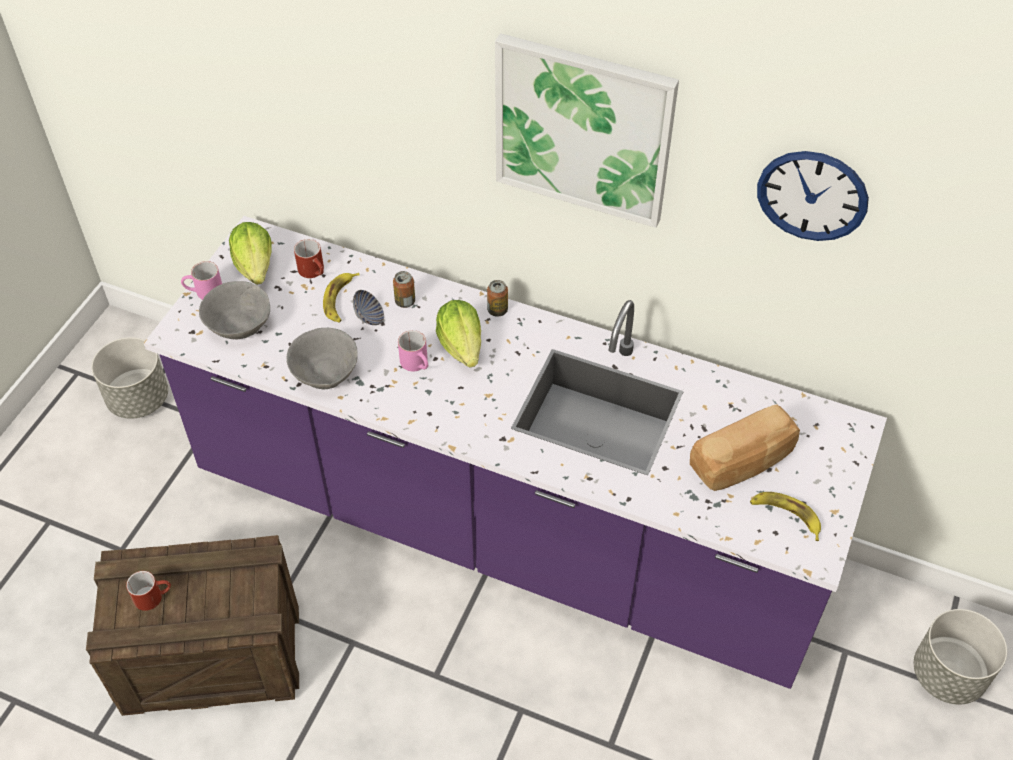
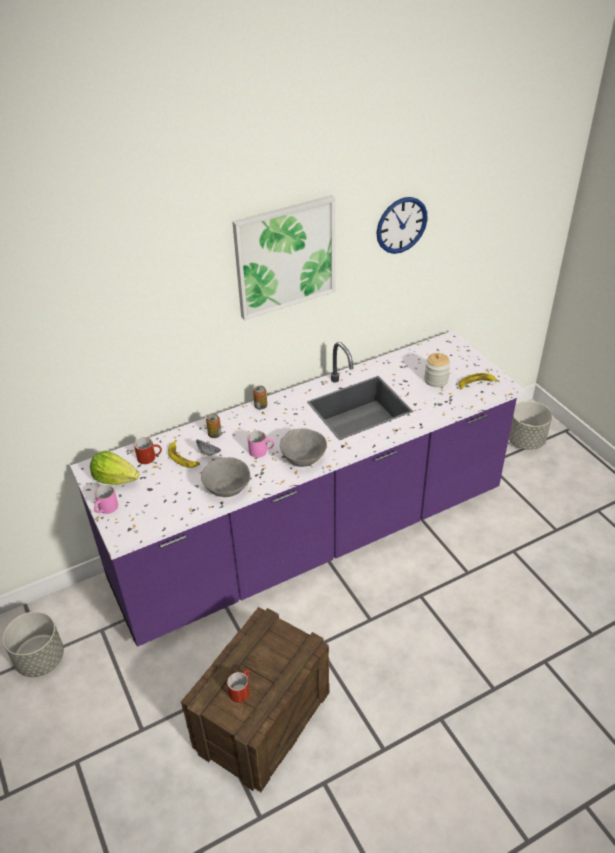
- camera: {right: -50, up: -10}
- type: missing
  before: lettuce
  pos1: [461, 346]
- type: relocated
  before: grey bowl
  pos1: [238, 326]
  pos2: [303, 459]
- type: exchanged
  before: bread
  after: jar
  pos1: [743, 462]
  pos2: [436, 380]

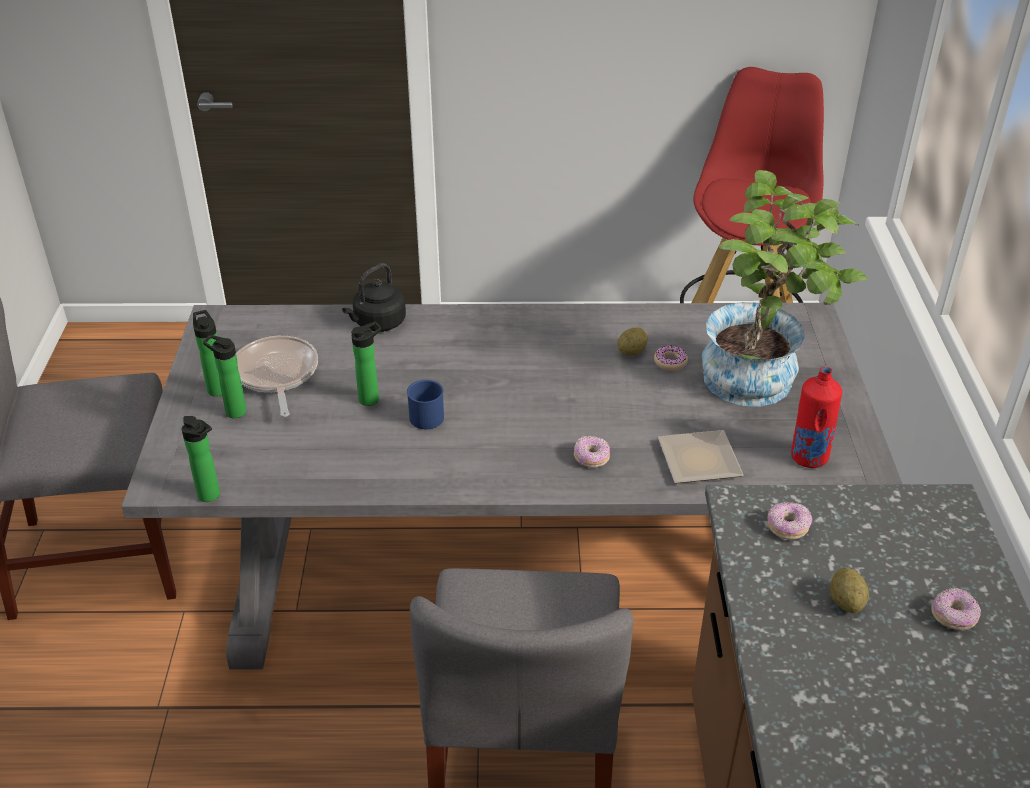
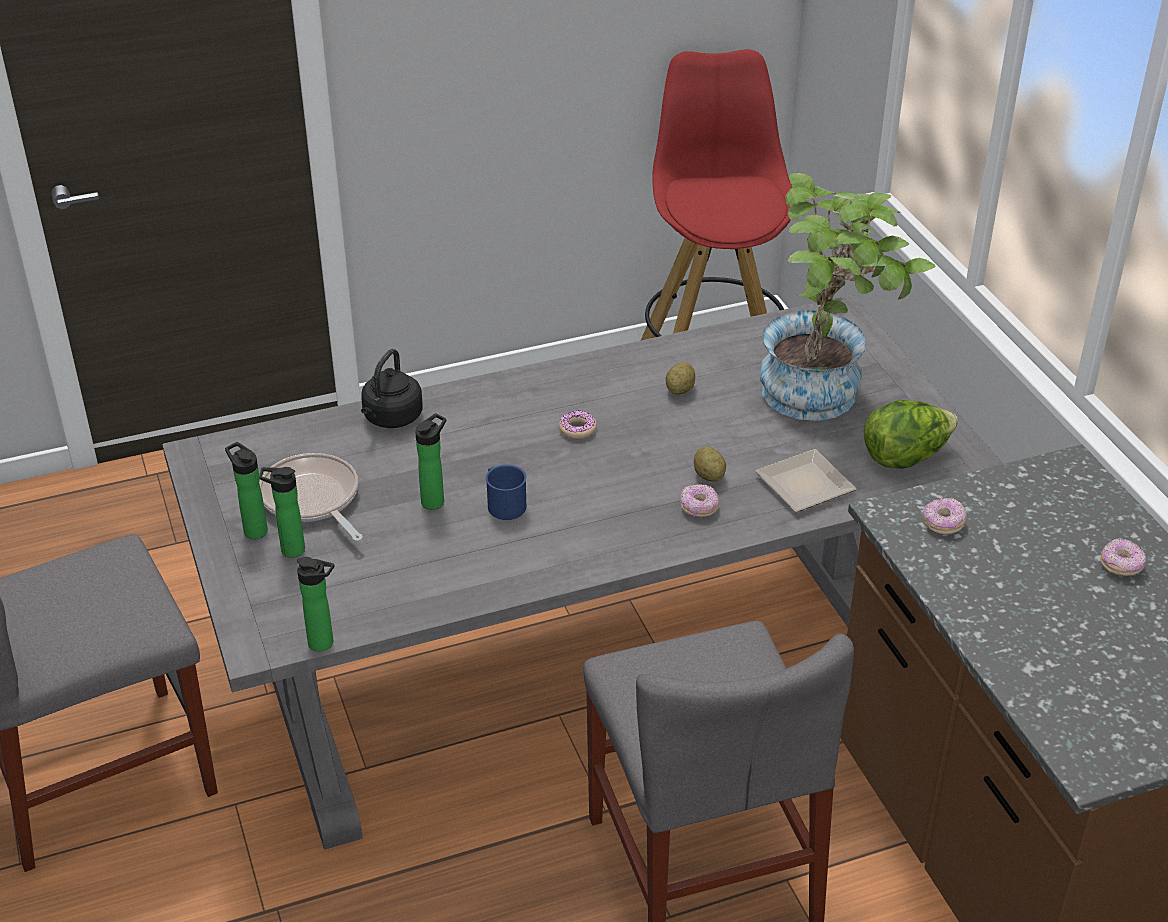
- camera: {right: -20, up: 0}
- type: relocated
  before: donut
  pos1: [670, 362]
  pos2: [577, 429]
- type: relocated
  before: potato
  pos1: [846, 602]
  pos2: [709, 476]
- type: exchanged
  before: red bottle
  after: lettuce
  pos1: [808, 457]
  pos2: [905, 457]

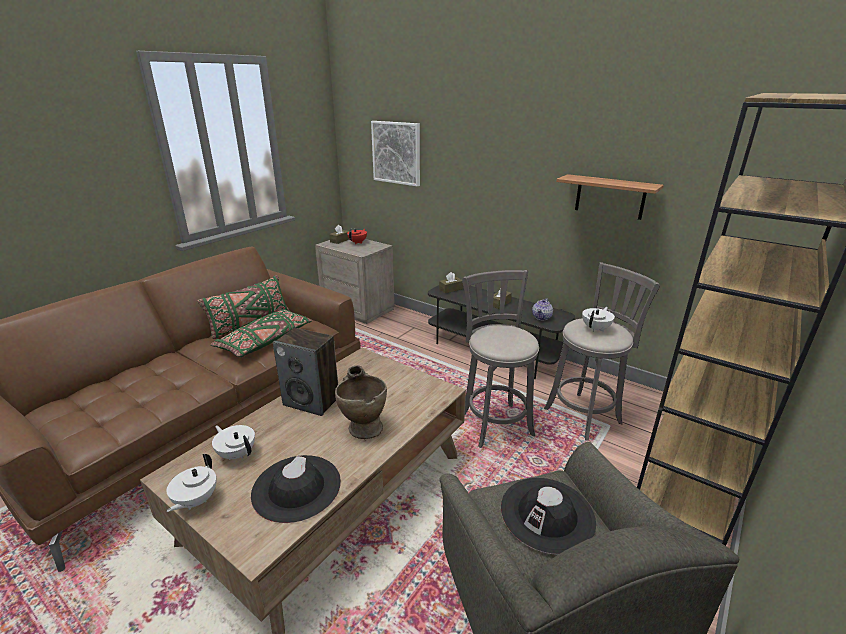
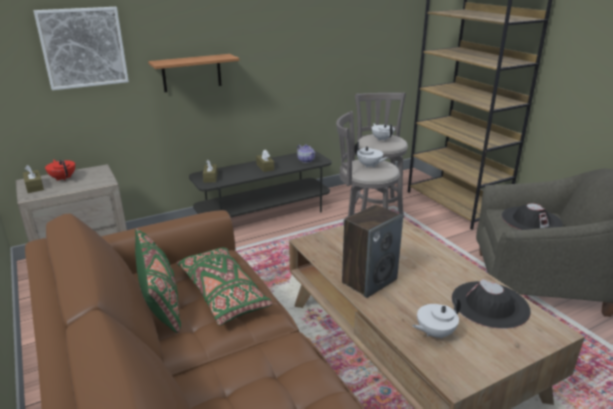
- camera: {right: -65, up: 0}
- type: missing
  before: beige vase
  pos1: [362, 425]
- type: relocated
  before: white teapot
  pos1: [195, 501]
  pos2: [369, 166]
- type: relocated
  before: shelf
  pos1: [610, 197]
  pos2: [191, 73]

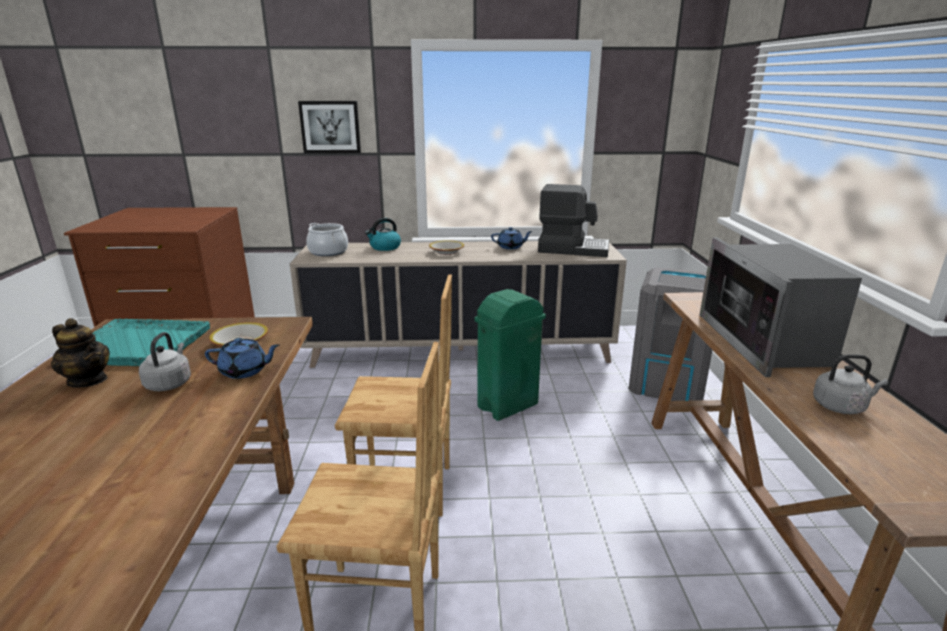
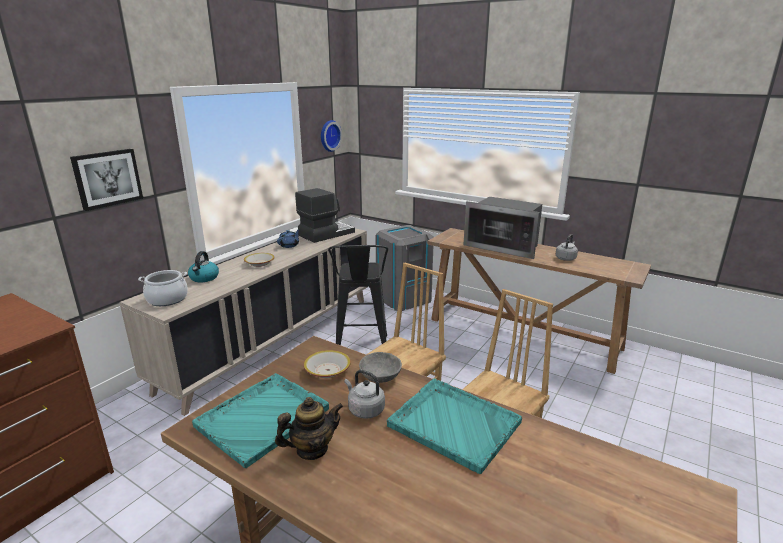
- camera: {right: -55, up: 0}
- type: appeared
  after: wall clock
  pos2: [329, 135]
- type: appeared
  after: turquoise tray
  pos2: [453, 423]
- type: exchanged
  before: blue teapot
  after: grey bowl
  pos1: [245, 371]
  pos2: [380, 376]
- type: exchanged
  before: green trash can
  after: black stool
  pos1: [507, 406]
  pos2: [361, 352]

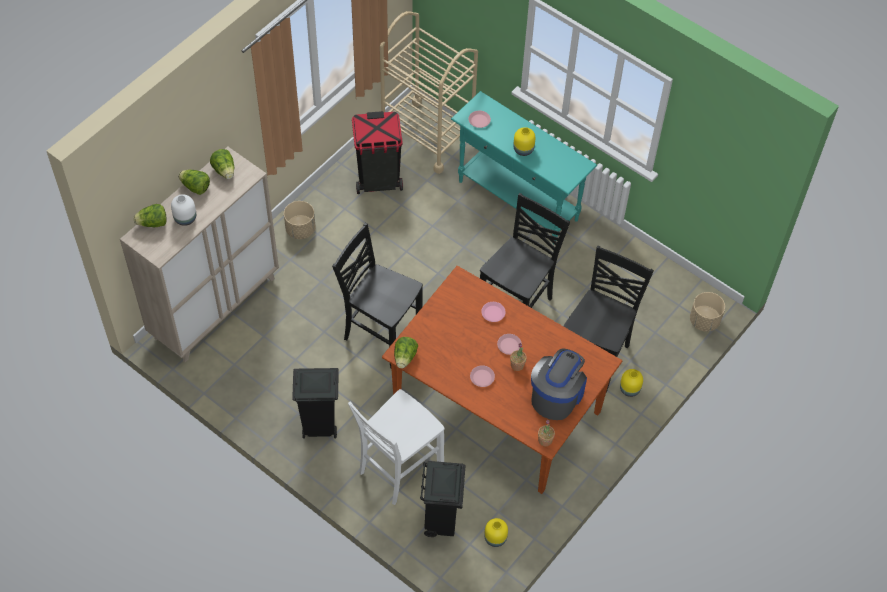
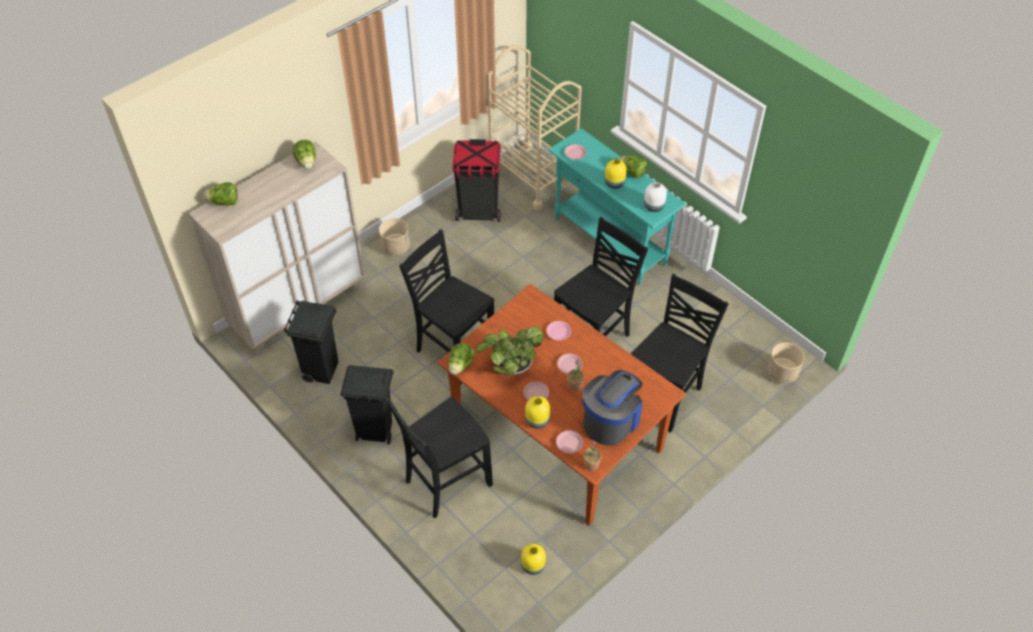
- camera: {right: 10, up: -5}
- type: appeared
  after: potted plant
  pos2: [511, 367]
- type: appeared
  after: pink plate
  pos2: [569, 443]
- type: relocated
  before: white vase
  pos1: [186, 218]
  pos2: [654, 206]
- type: relocated
  before: lettuce
  pos1: [195, 187]
  pos2: [632, 173]
- type: relocated
  before: black trash can
  pos1: [441, 521]
  pos2: [322, 370]
- type: relocated
  before: yellow vase
  pos1: [629, 389]
  pos2: [536, 420]
- type: colour
  before: white chair
  after: black chair
  pos1: [398, 469]
  pos2: [446, 482]

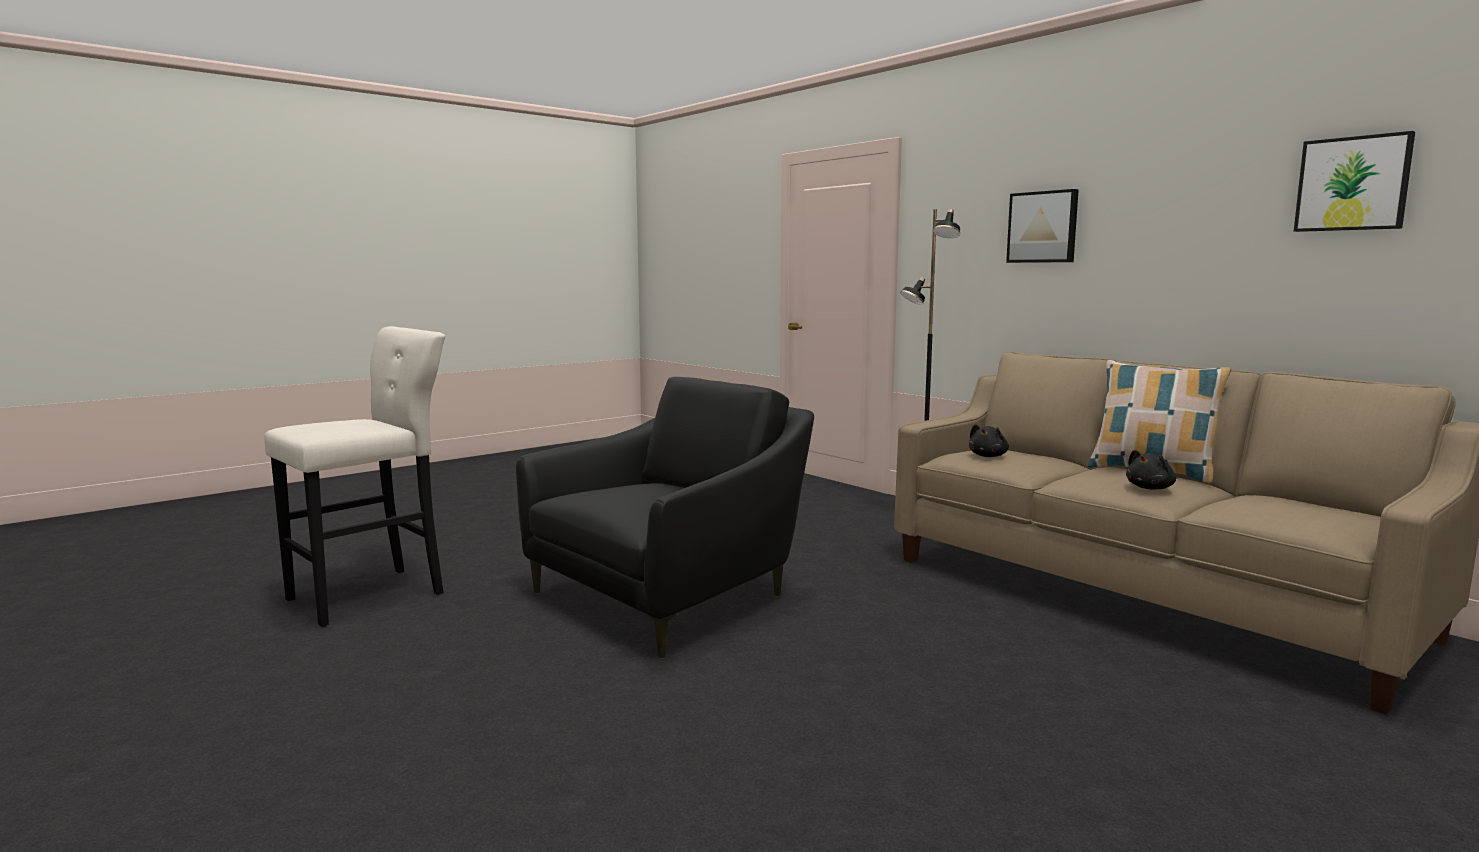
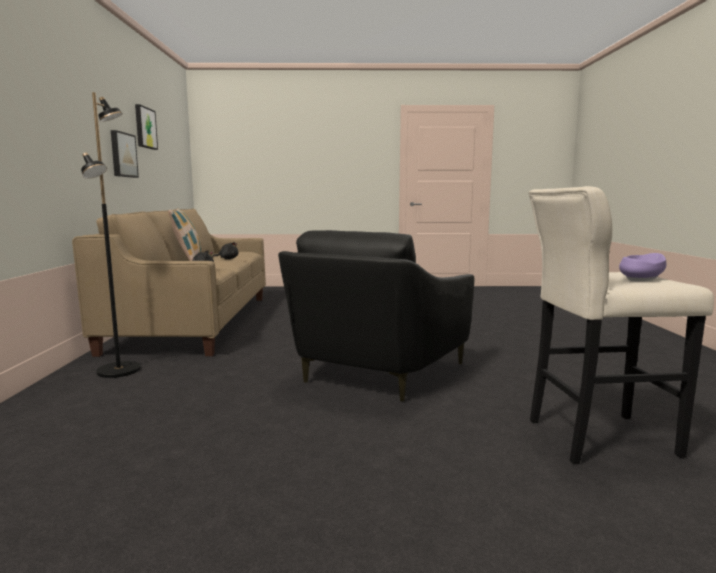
- camera: {right: -140, up: 0}
- type: appeared
  after: purple bowl
  pos2: [641, 278]
- type: relocated
  before: picture
  pos1: [1043, 227]
  pos2: [122, 155]
- type: spun
  before: black armchair
  pos1: [673, 596]
  pos2: [375, 373]
  turn: -60

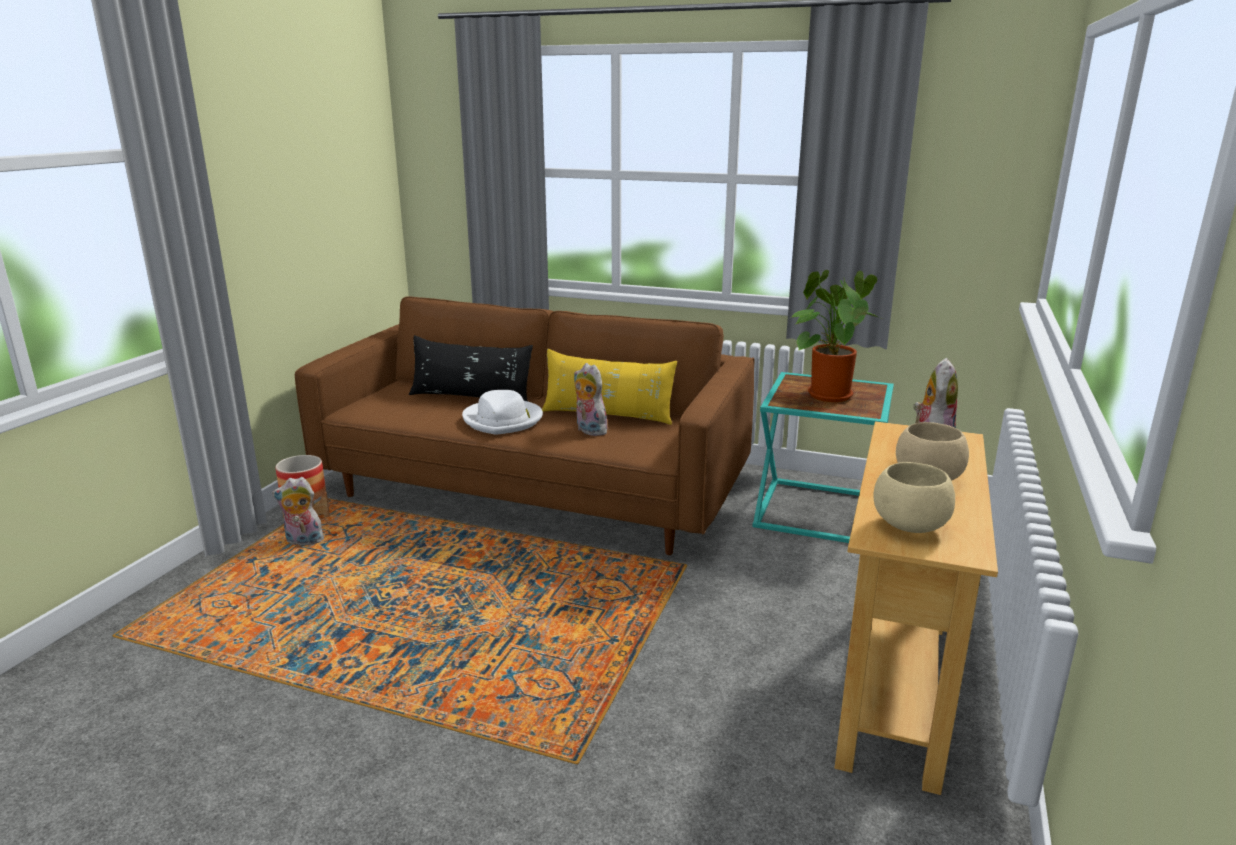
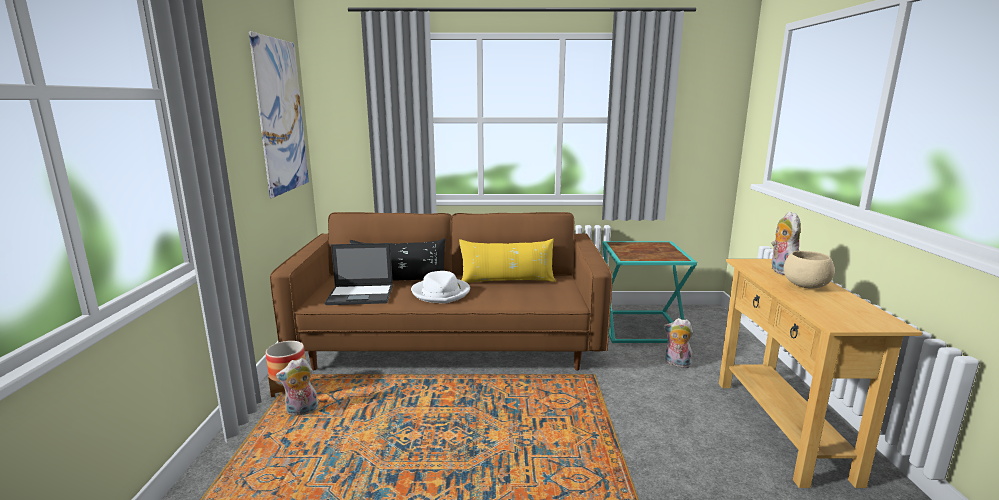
- camera: {right: -20, up: -5}
- type: missing
  before: potted plant
  pos1: [827, 394]
- type: missing
  before: beige bowl
  pos1: [910, 526]
- type: appeared
  after: picture
  pos2: [281, 116]
- type: appeared
  after: laptop
  pos2: [361, 295]
- type: relocated
  before: plush toy
  pos1: [588, 430]
  pos2: [676, 364]

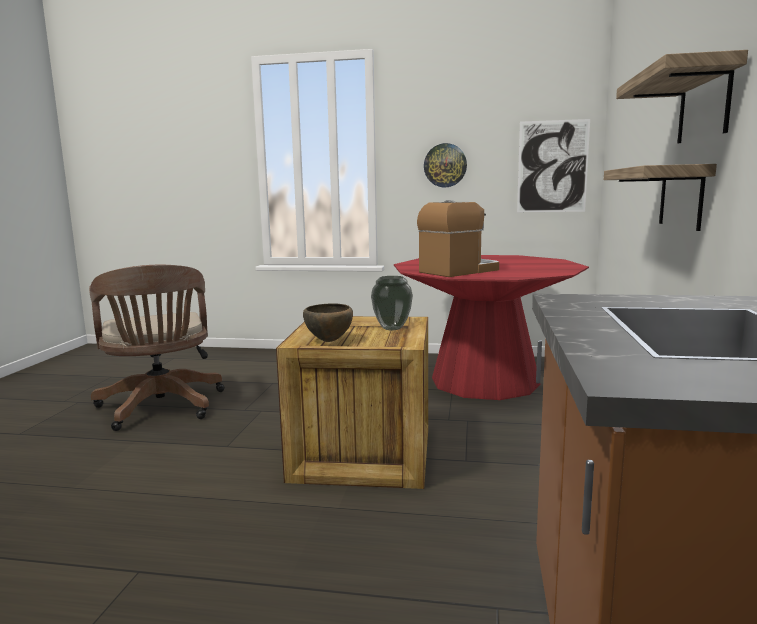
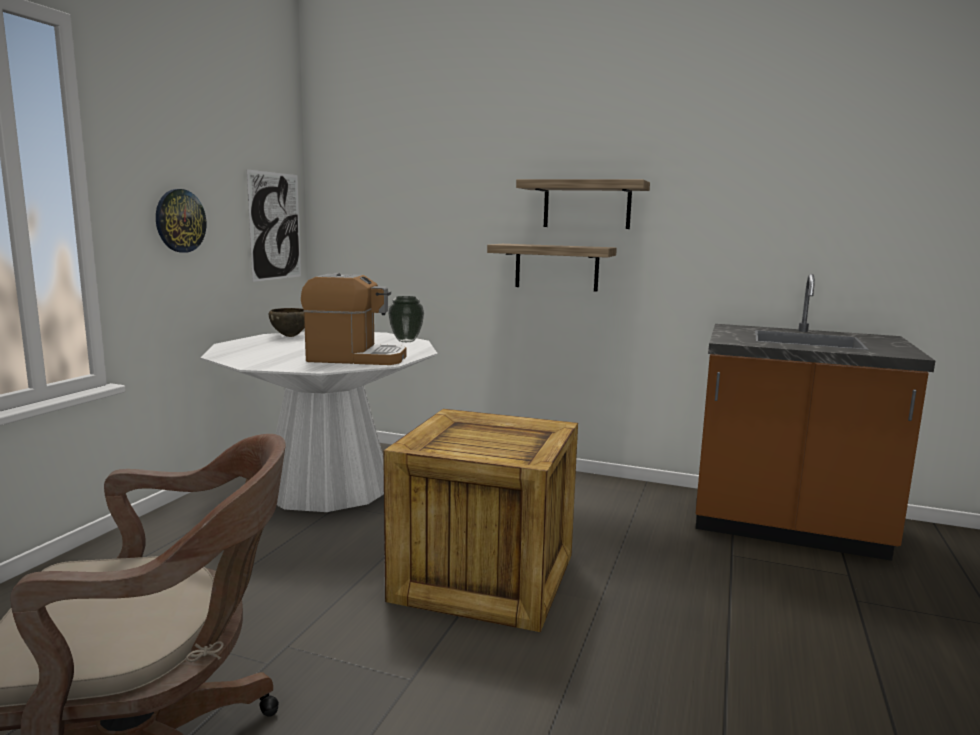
- camera: {right: -80, up: 0}
- type: relocated
  before: brown bowl
  pos1: [329, 341]
  pos2: [290, 336]
- type: relocated
  before: vase
  pos1: [391, 328]
  pos2: [405, 341]
- type: colour
  before: red dining table
  after: white dining table
  pos1: [484, 381]
  pos2: [327, 485]
- type: spun
  before: coffee machine
  pos1: [459, 271]
  pos2: [355, 358]
  turn: 120

